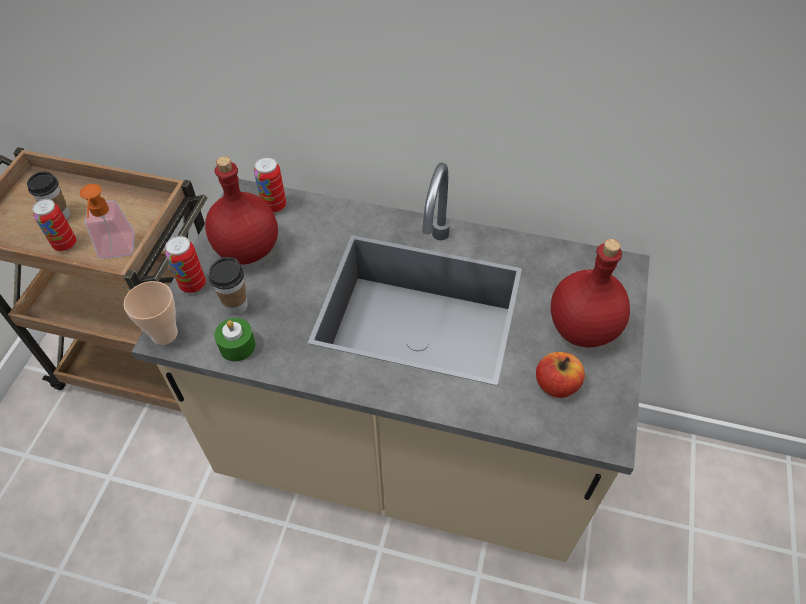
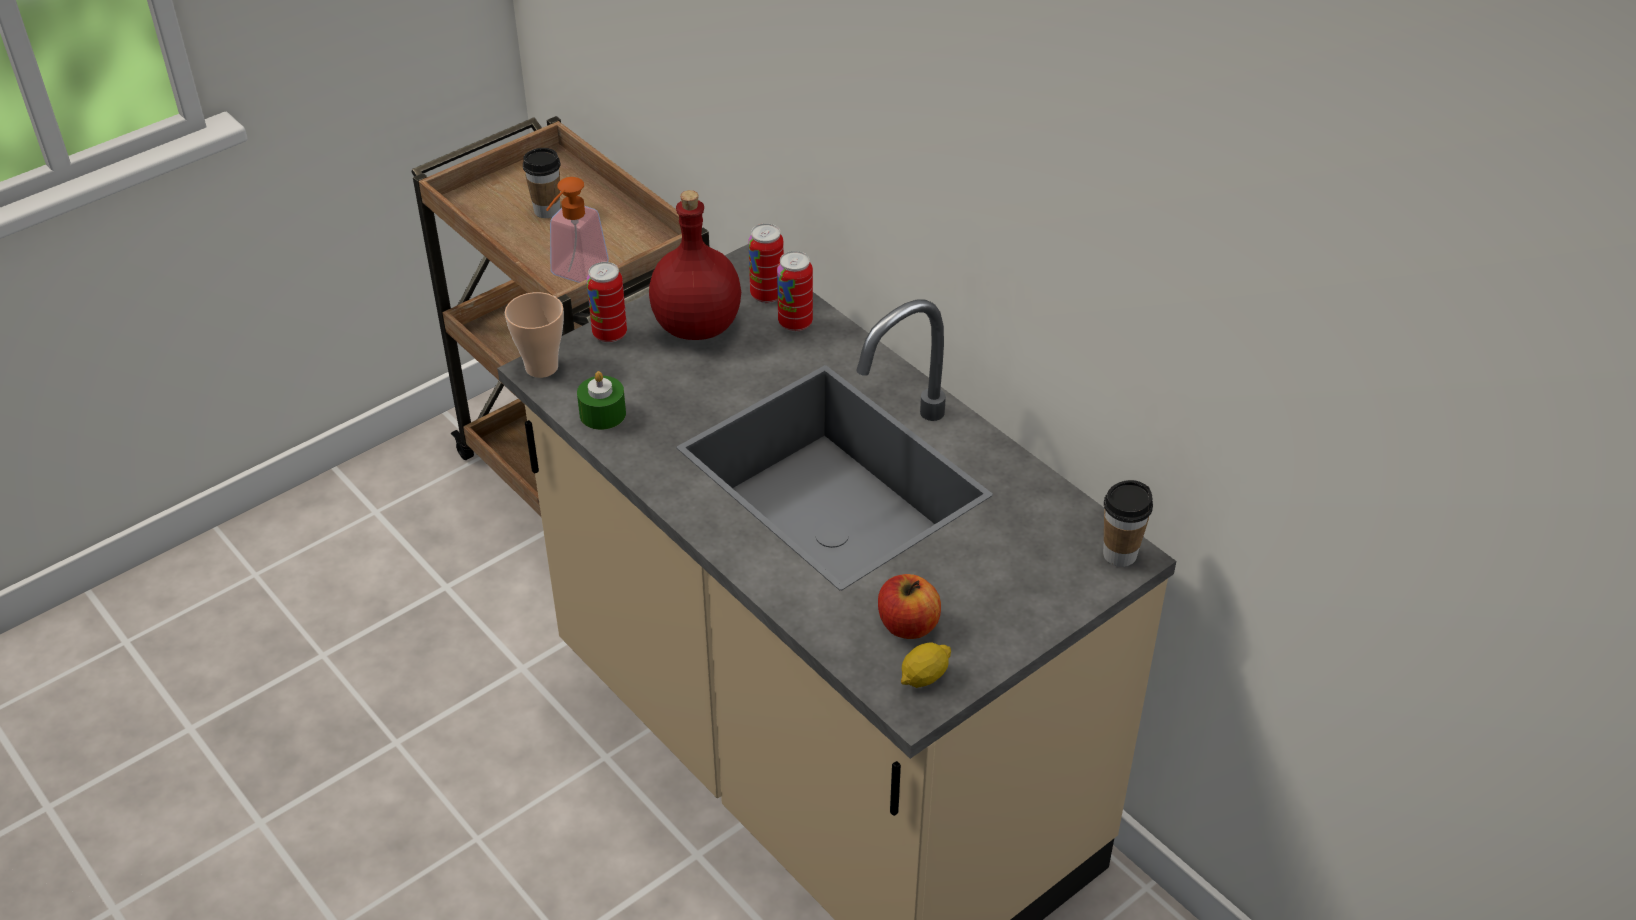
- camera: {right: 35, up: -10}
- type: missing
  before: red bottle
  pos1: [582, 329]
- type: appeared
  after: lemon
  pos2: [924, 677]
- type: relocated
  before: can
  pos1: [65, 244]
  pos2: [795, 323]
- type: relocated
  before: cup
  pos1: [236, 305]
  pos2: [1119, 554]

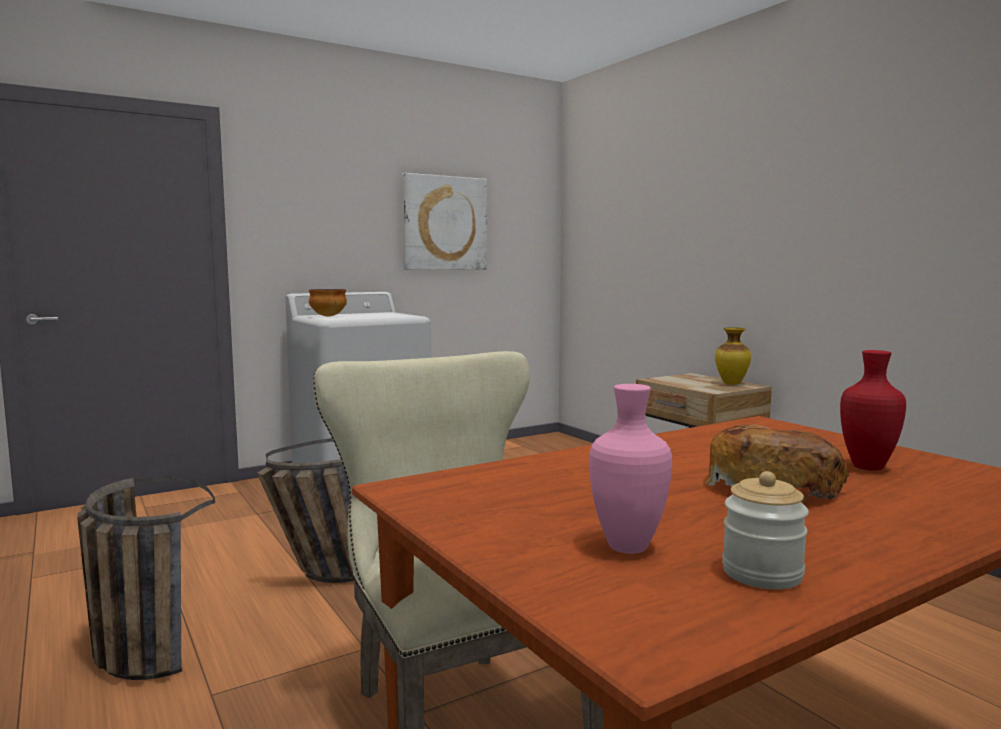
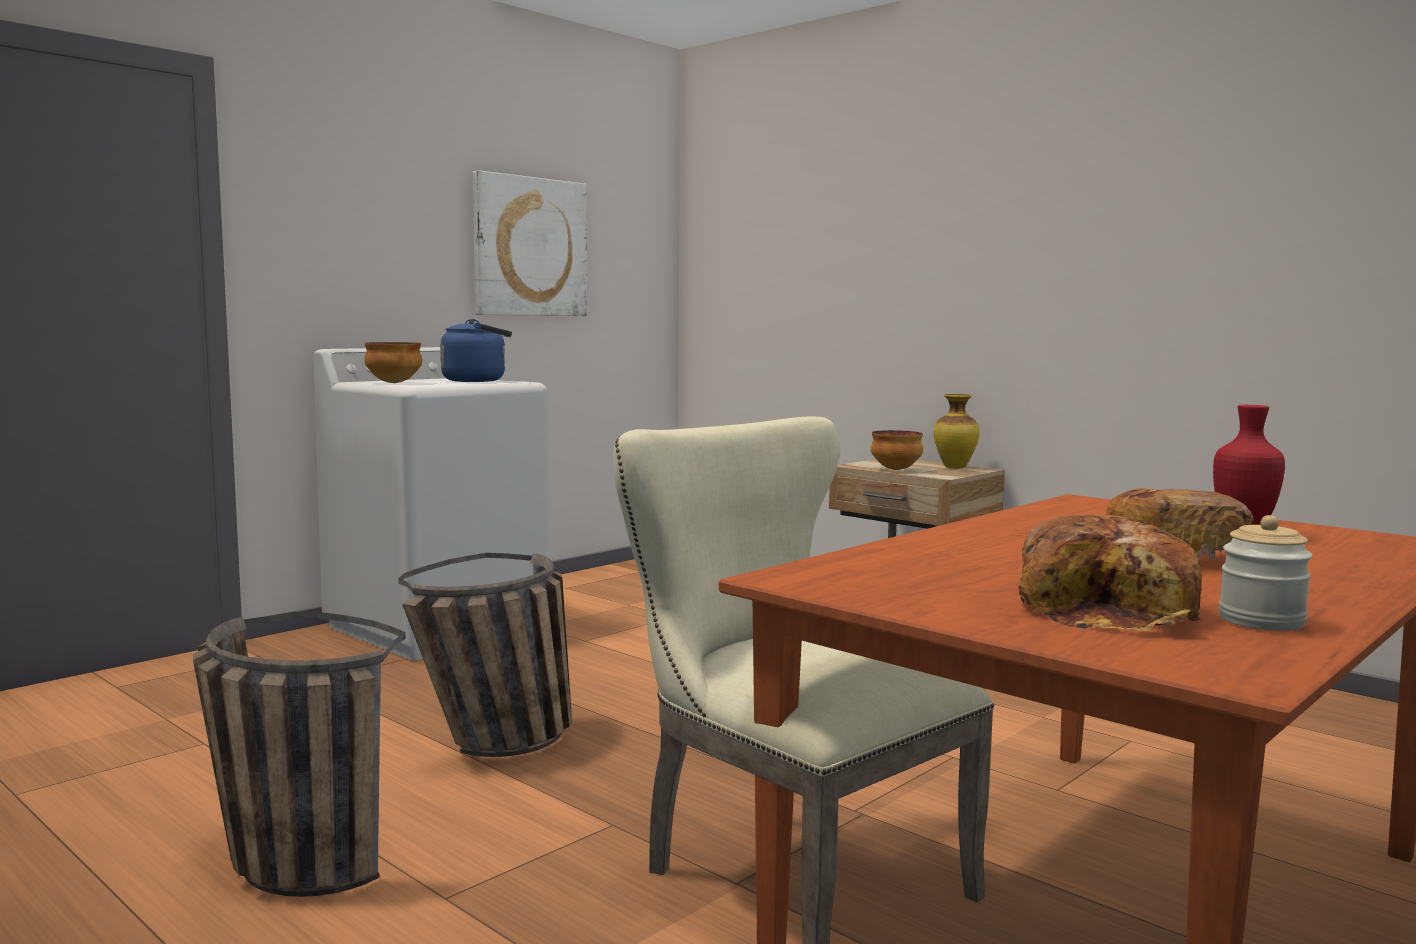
- camera: {right: -15, up: 0}
- type: appeared
  after: blue kettle
  pos2: [478, 381]
- type: appeared
  after: bowl
  pos2: [896, 470]
- type: exchanged
  before: pink vase
  after: bread
  pos1: [627, 546]
  pos2: [1109, 610]

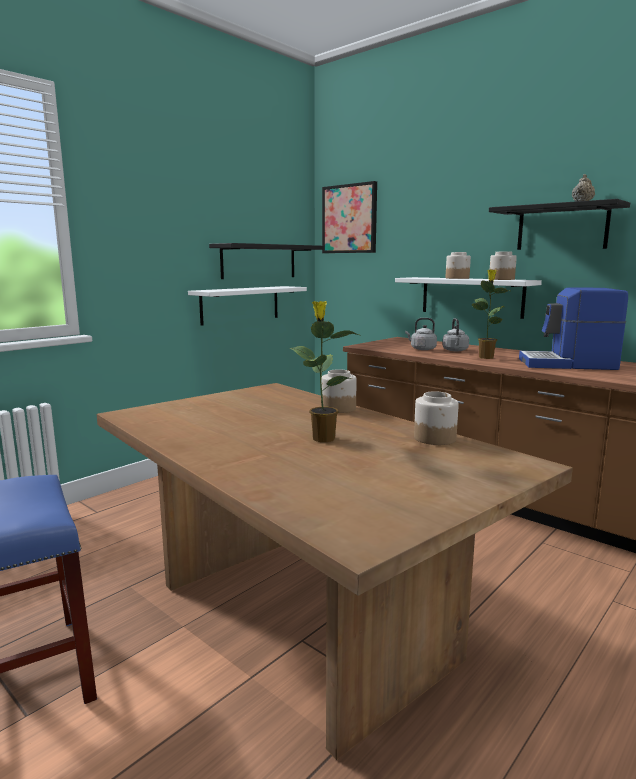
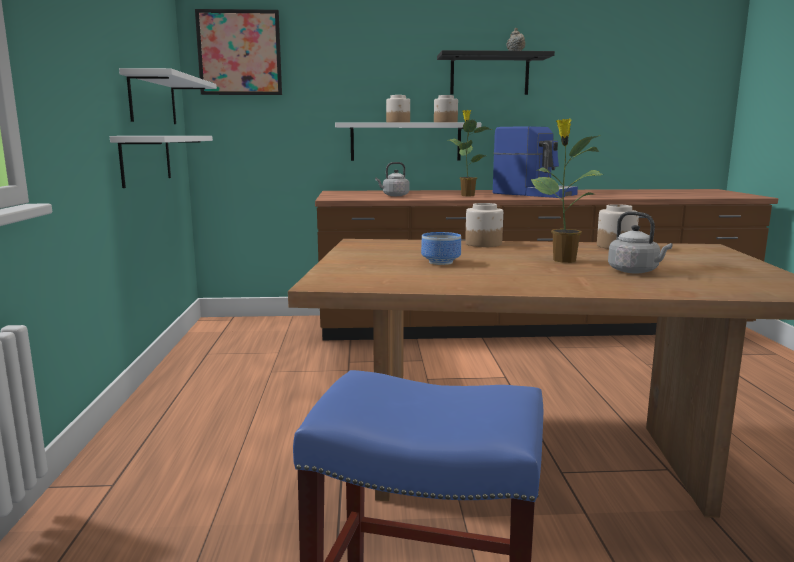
- camera: {right: -45, up: 0}
- type: appeared
  after: bowl
  pos2: [440, 263]
- type: relocated
  before: grey kettle
  pos1: [455, 350]
  pos2: [635, 271]
- type: colour
  before: black shelf
  after: white shelf
  pos1: [259, 261]
  pos2: [153, 100]
- type: spun
  before: coffee machine
  pos1: [568, 364]
  pos2: [533, 194]
  turn: -105

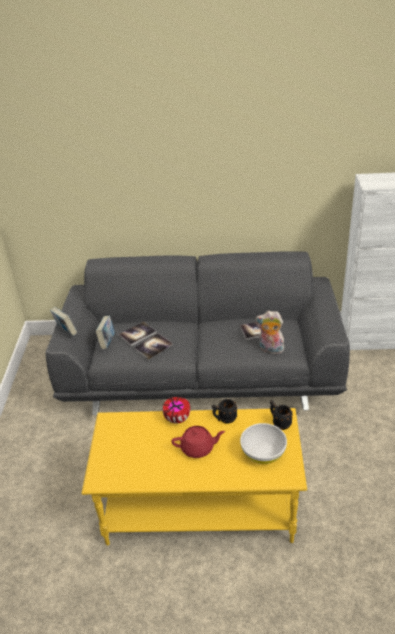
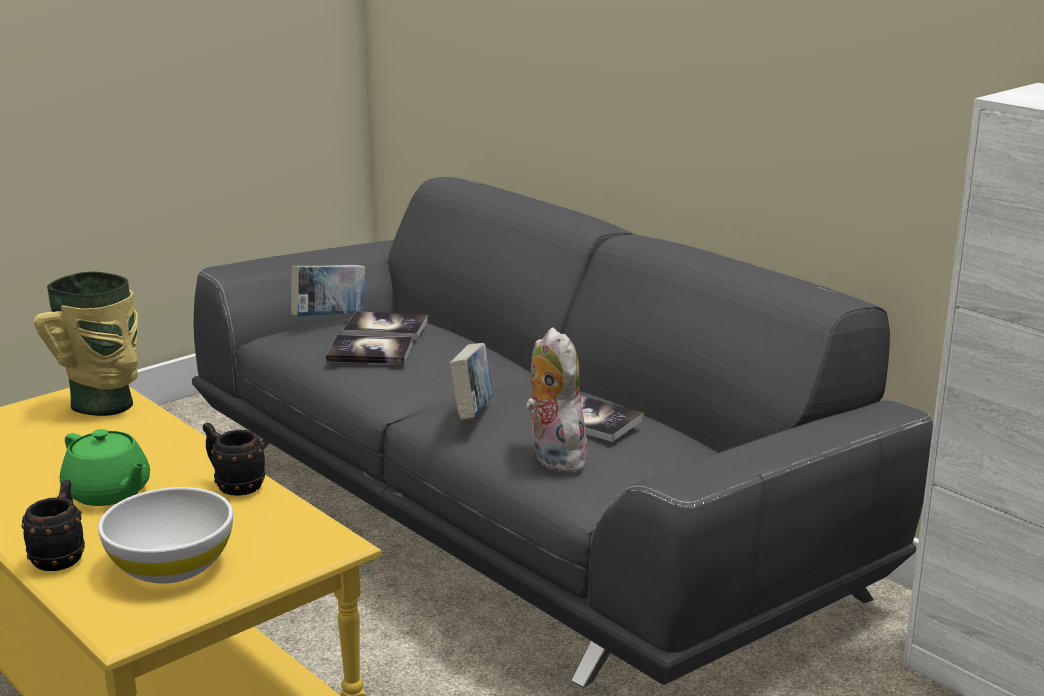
- camera: {right: 45, up: -15}
- type: missing
  before: bowl
  pos1: [177, 419]
- type: appeared
  after: vase
  pos2: [106, 406]
- type: relocated
  before: book
  pos1: [65, 331]
  pos2: [472, 413]
- type: relocated
  before: black mug
  pos1: [279, 423]
  pos2: [61, 556]
- type: colour
  before: red teapot
  after: green teapot
  pos1: [198, 448]
  pos2: [108, 493]

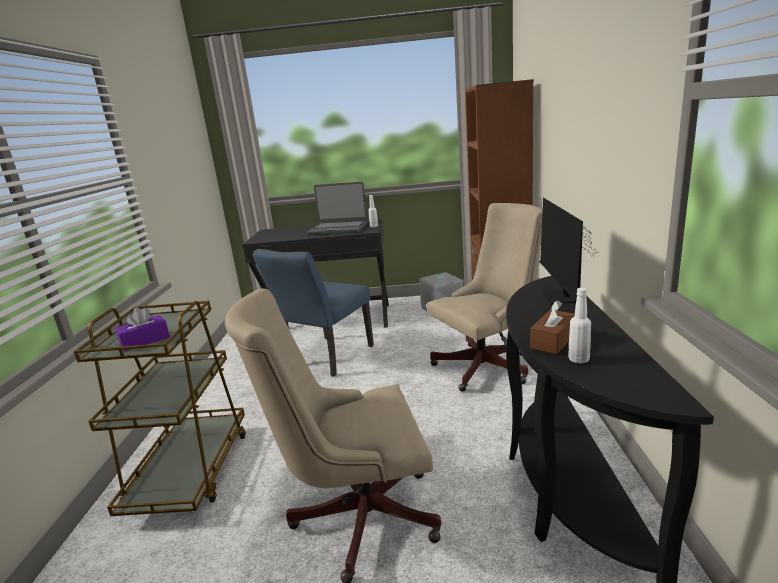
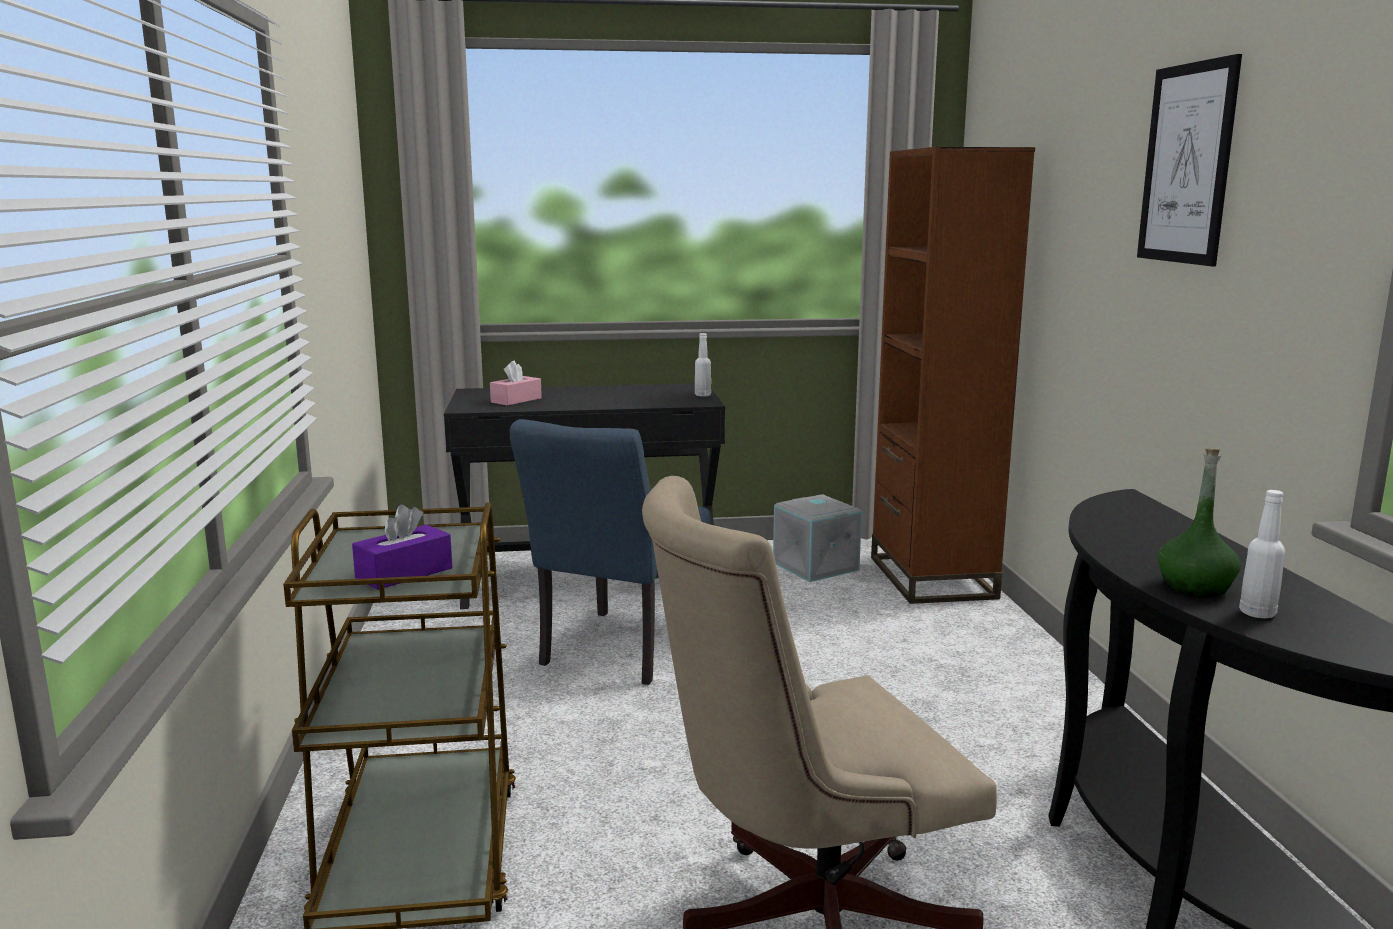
- camera: {right: -10, up: -5}
- type: missing
  before: laptop
  pos1: [338, 229]
- type: missing
  before: beige office chair
  pos1: [489, 365]
- type: missing
  before: monitor
  pos1: [563, 299]
- type: appeared
  after: pink tissue box
  pos2: [516, 400]
- type: appeared
  after: picture
  pos2: [1187, 164]
- type: exchanged
  before: brown tissue box
  after: green bottle
  pos1: [553, 341]
  pos2: [1194, 587]

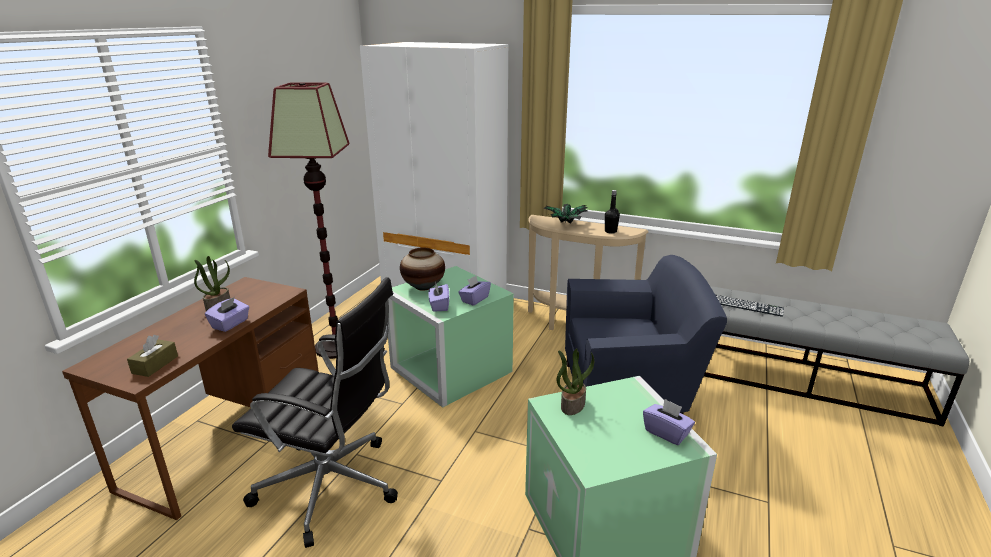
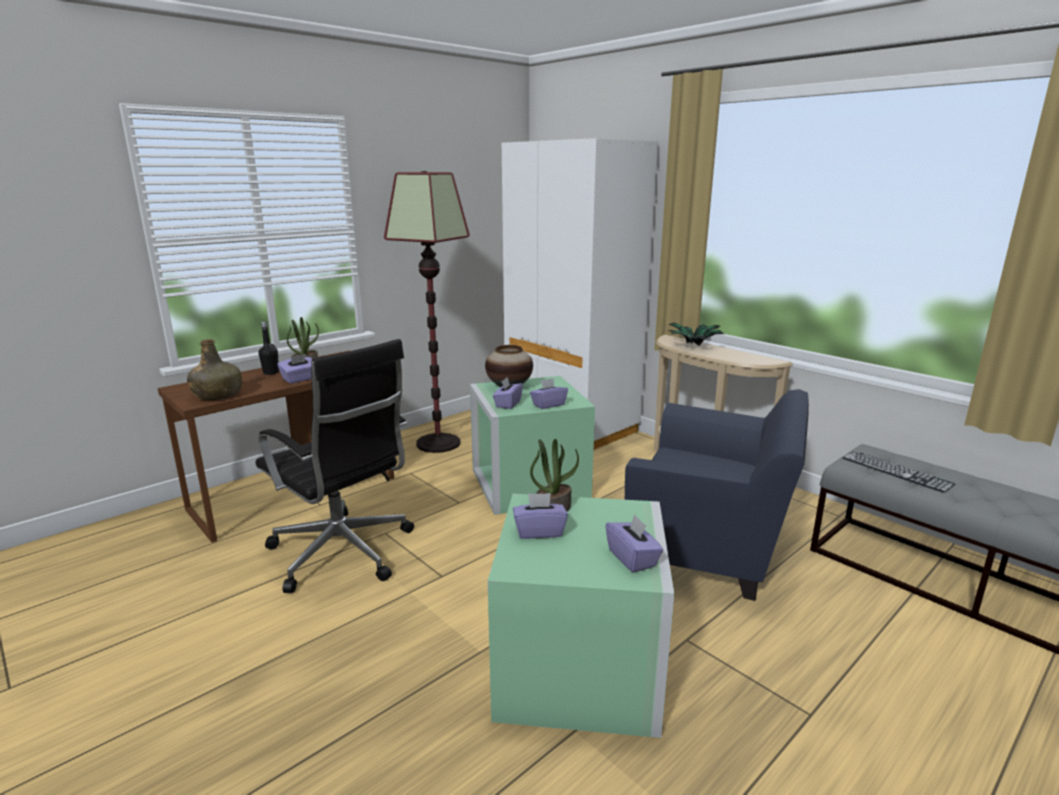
- camera: {right: 25, up: -5}
- type: appeared
  after: purple tissue box
  pos2: [539, 531]
- type: relocated
  before: black bottle
  pos1: [610, 231]
  pos2: [271, 372]
- type: exchanged
  before: brown tissue box
  after: green bottle
  pos1: [155, 364]
  pos2: [218, 395]

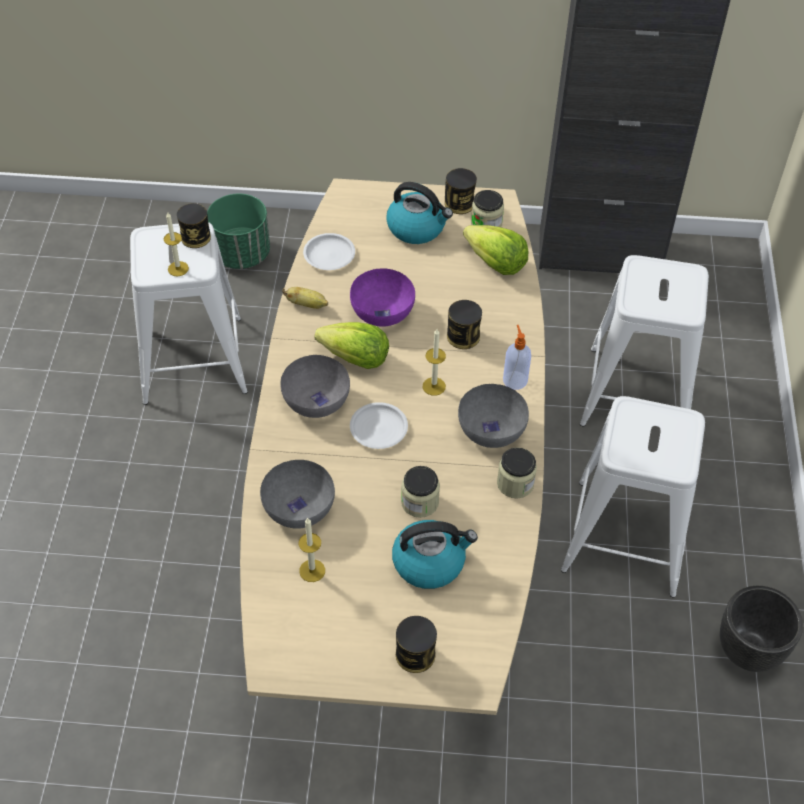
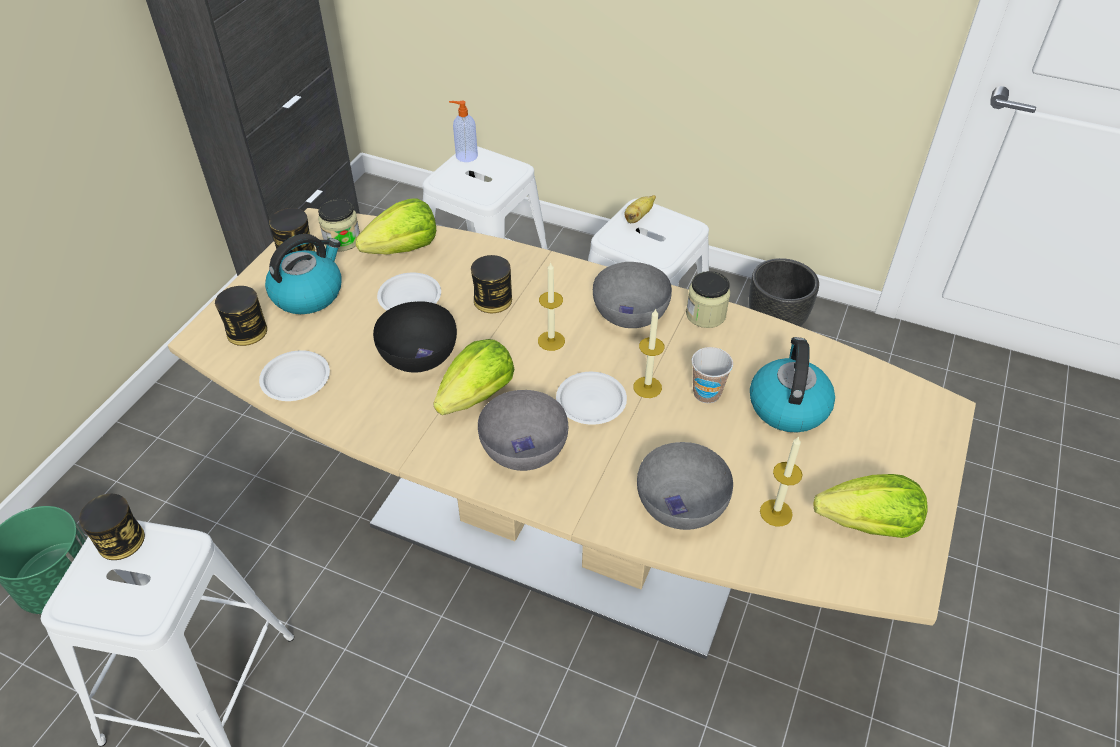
- camera: {right: -70, up: -5}
- type: appeared
  after: white plate
  pos2: [410, 297]
- type: appeared
  after: lettuce
  pos2: [868, 525]
- type: relocated
  before: candle
  pos1: [178, 268]
  pos2: [647, 387]
- type: relocated
  before: banana
  pos1: [307, 305]
  pos2: [638, 217]
- type: relocated
  before: can
  pos1: [415, 654]
  pos2: [247, 331]
- type: relocated
  before: soap dispenser
  pos1: [515, 379]
  pos2: [465, 156]
- type: exchanged
  before: jar
  after: cup
  pos1: [420, 502]
  pos2: [706, 393]
- type: colour
  before: purple bowl
  after: black bowl
  pos1: [383, 311]
  pos2: [418, 354]

